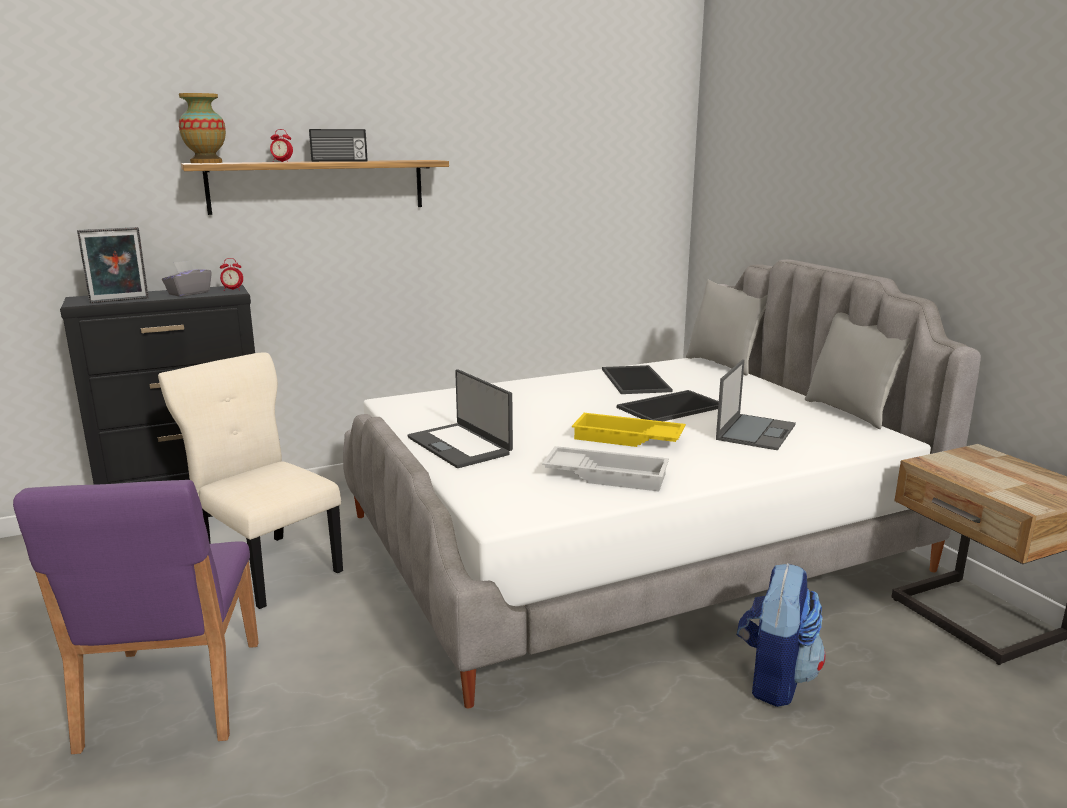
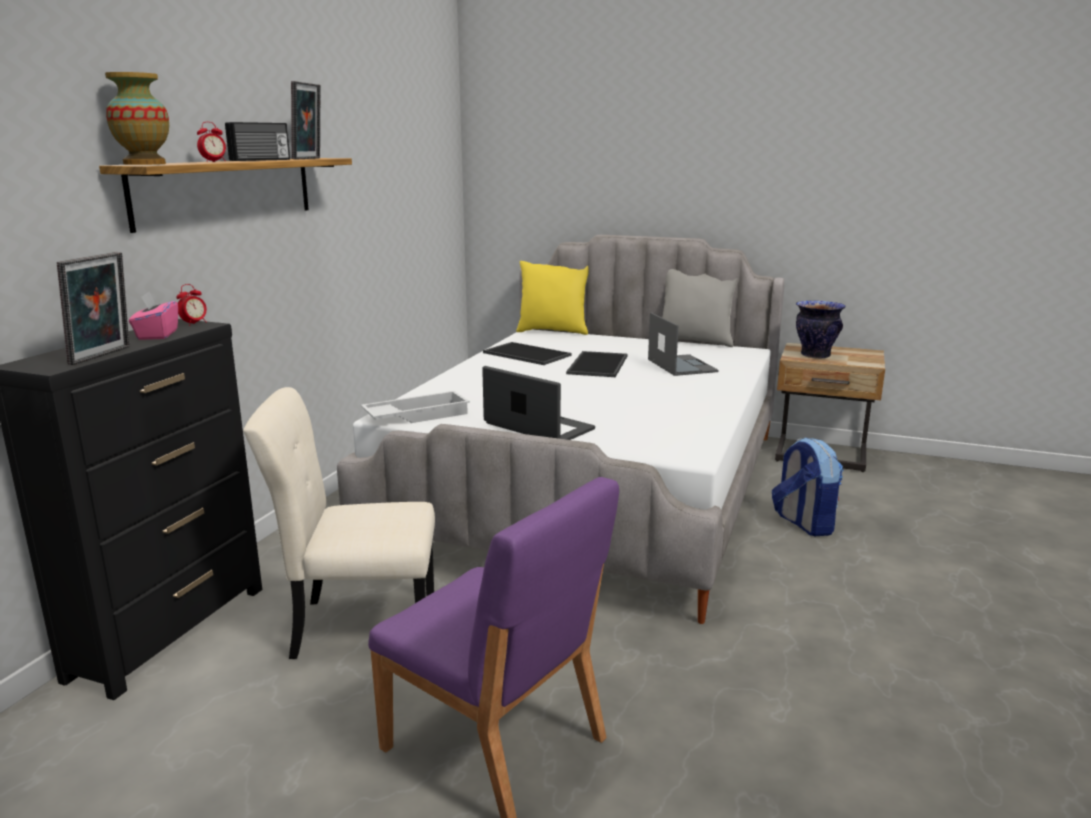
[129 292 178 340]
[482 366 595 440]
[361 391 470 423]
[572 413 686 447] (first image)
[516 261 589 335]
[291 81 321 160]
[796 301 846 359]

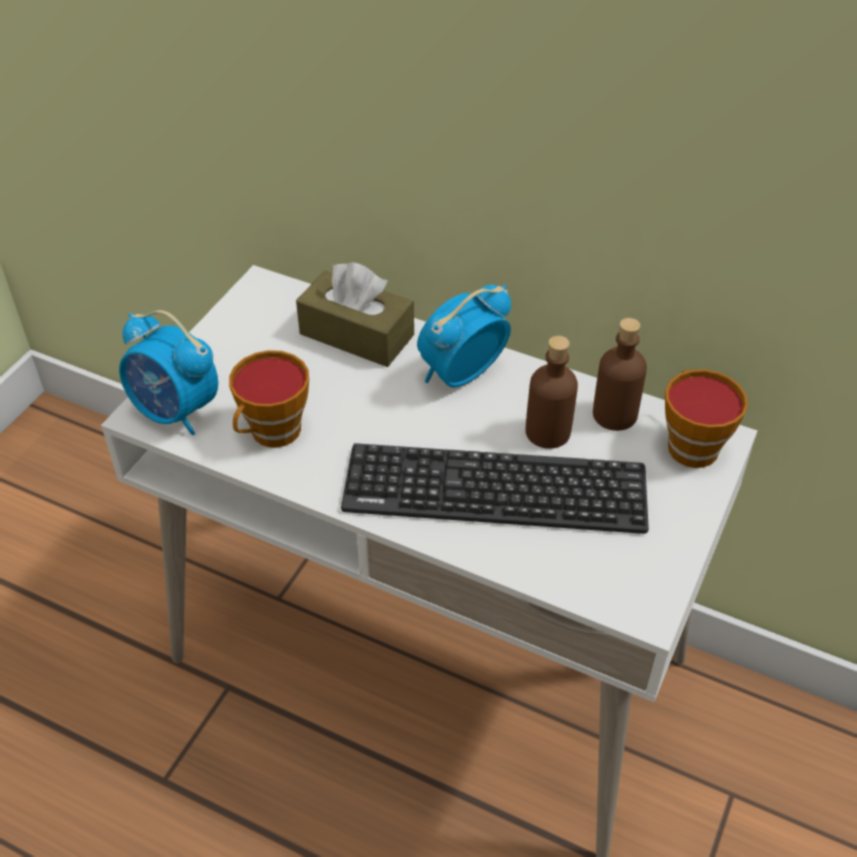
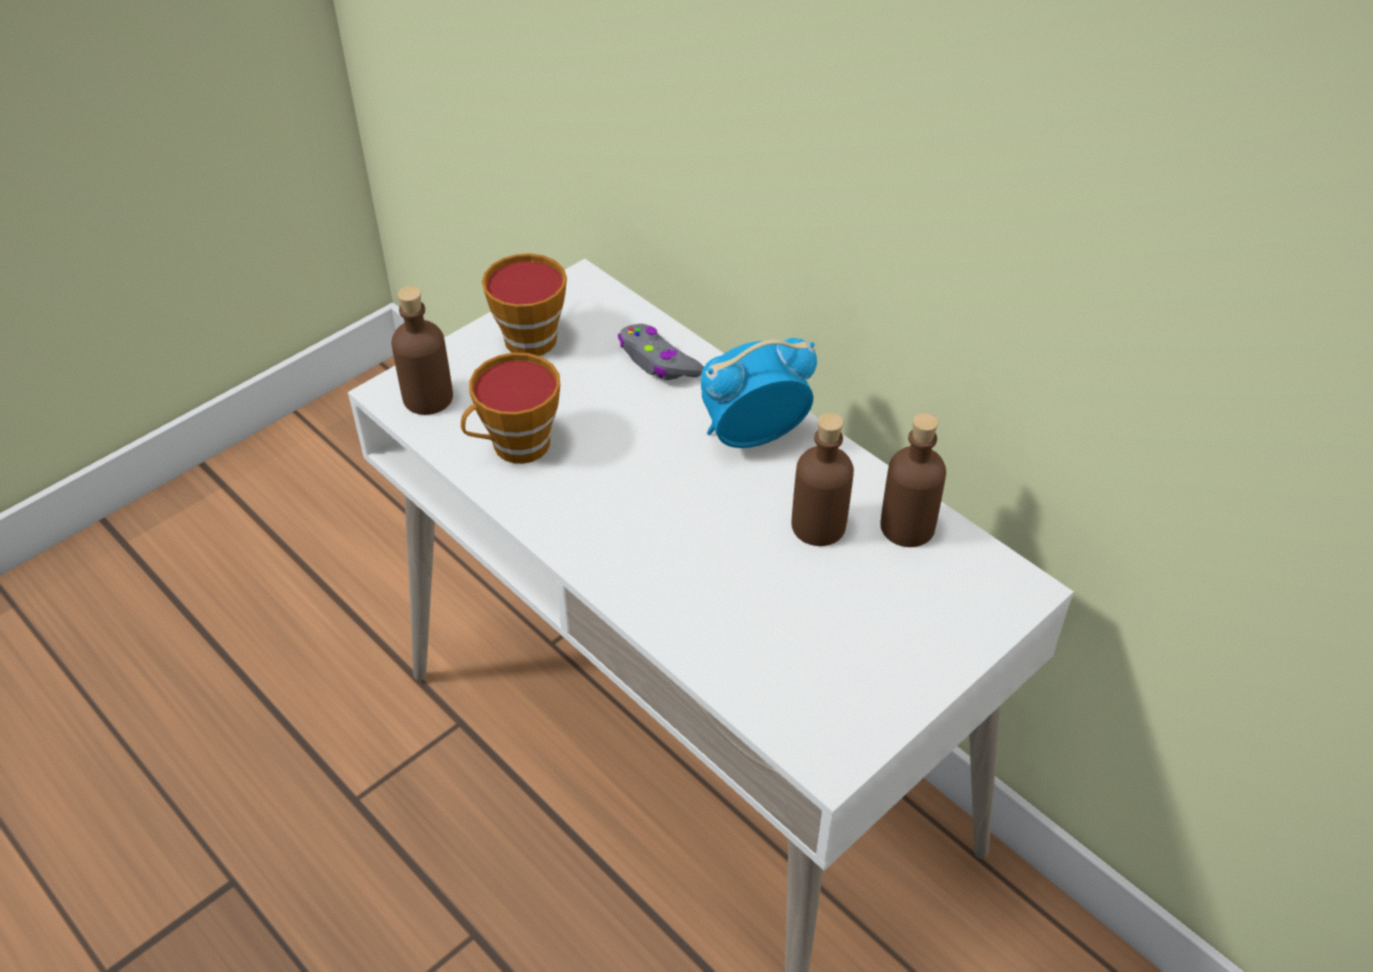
[391 286 453 415]
[618 323 704 380]
[341 443 649 534] (first image)
[482 253 567 356]

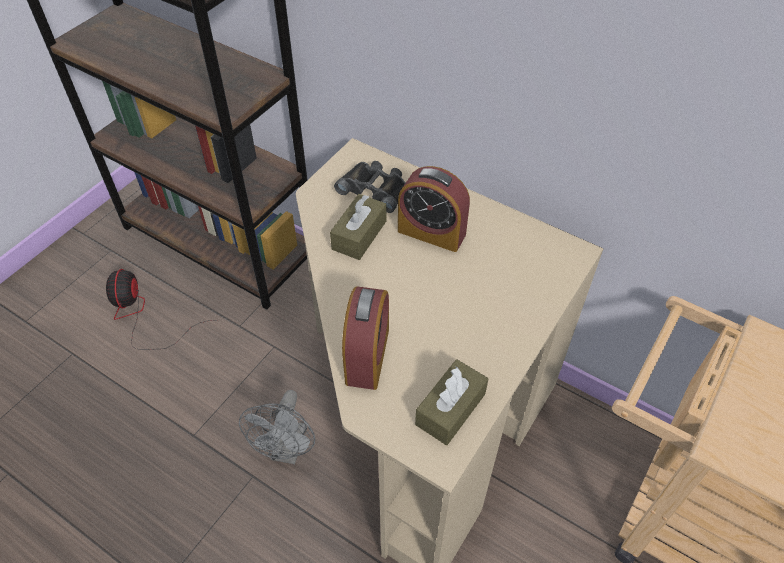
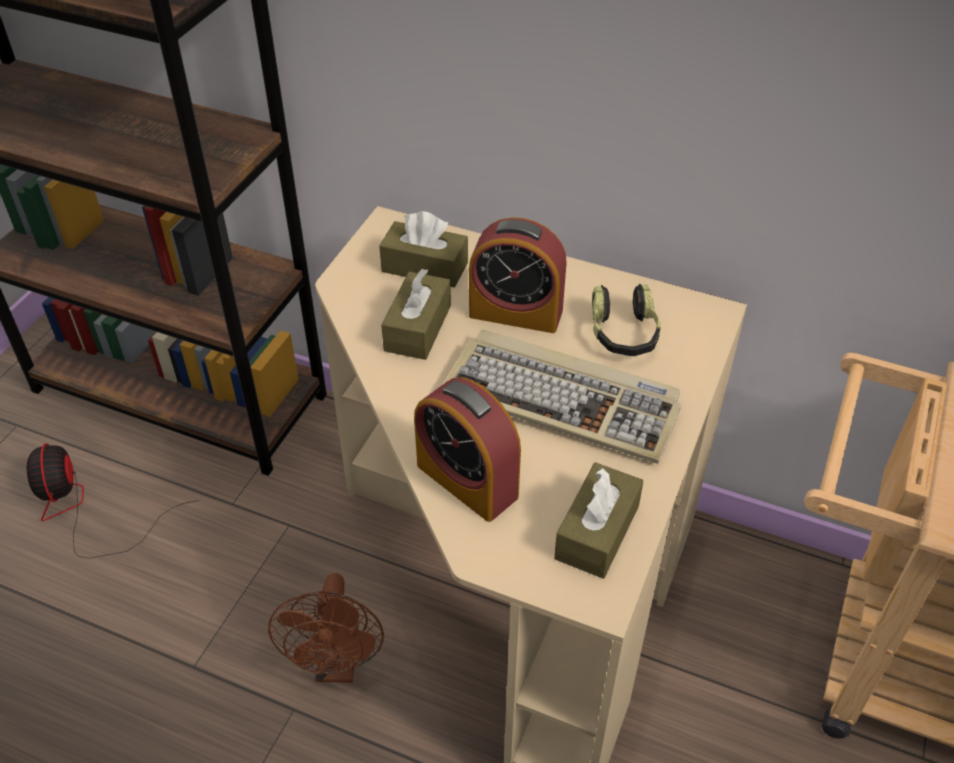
[268 573 384 683]
[379 211 468 288]
[414 377 521 522]
[442 329 681 464]
[592 284 661 356]

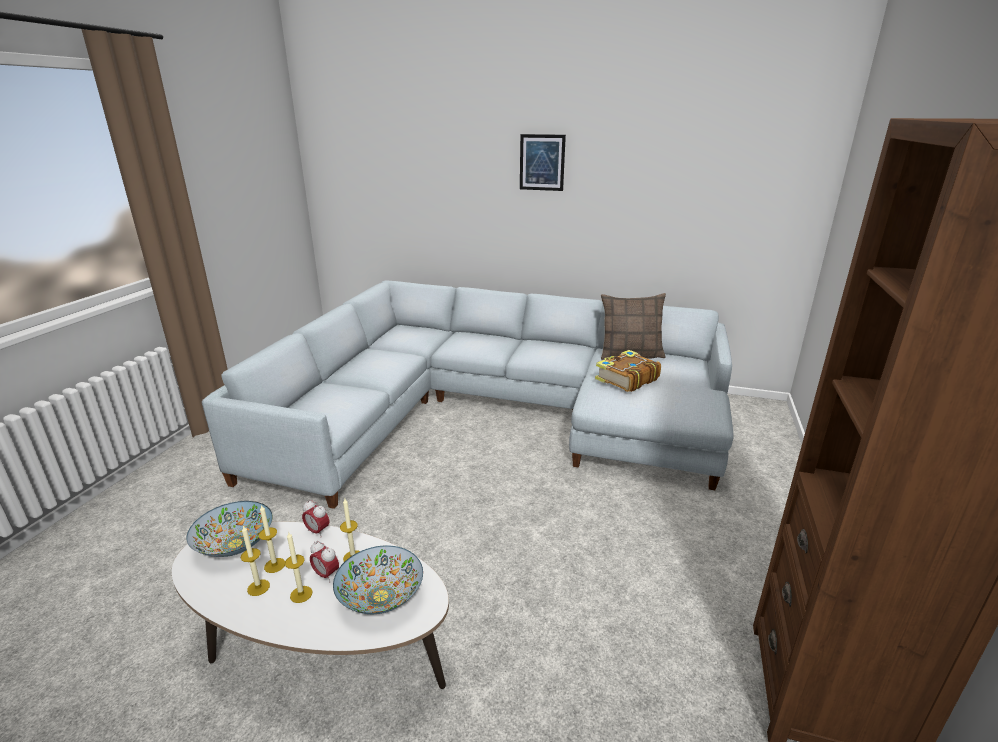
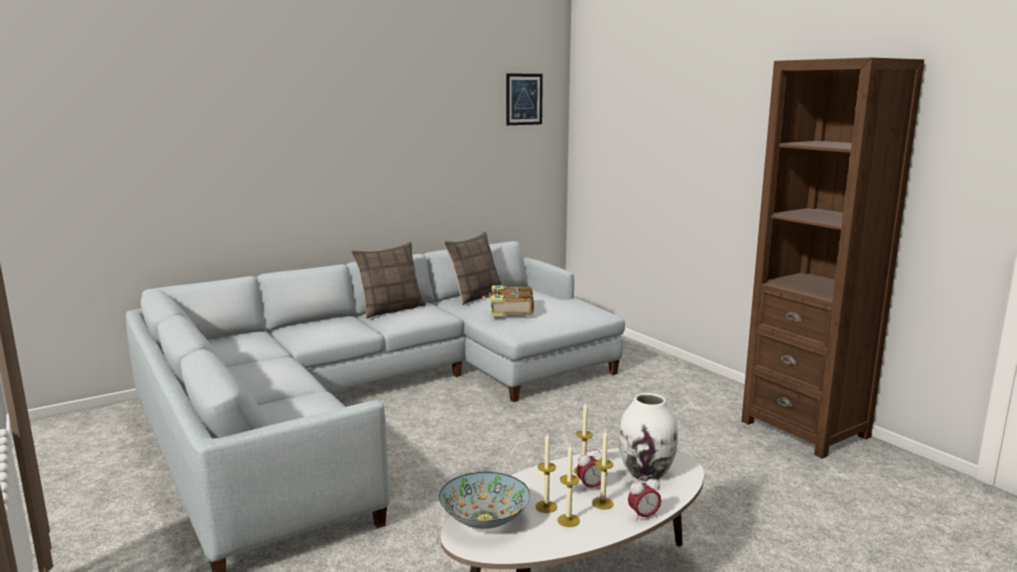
[628 475 661 521]
[619 393 678 481]
[506 73 543 125]
[351 242 426 319]

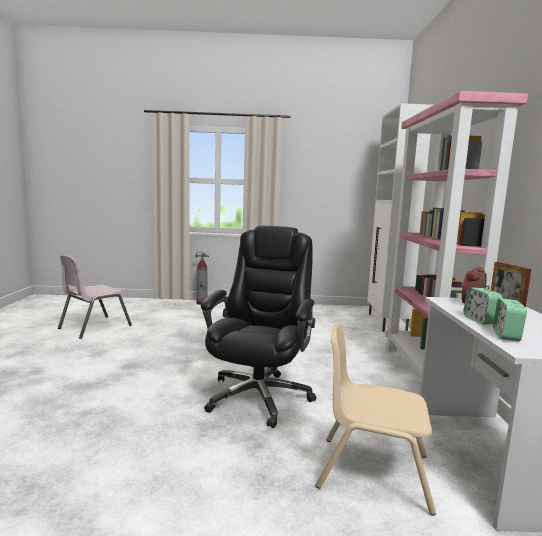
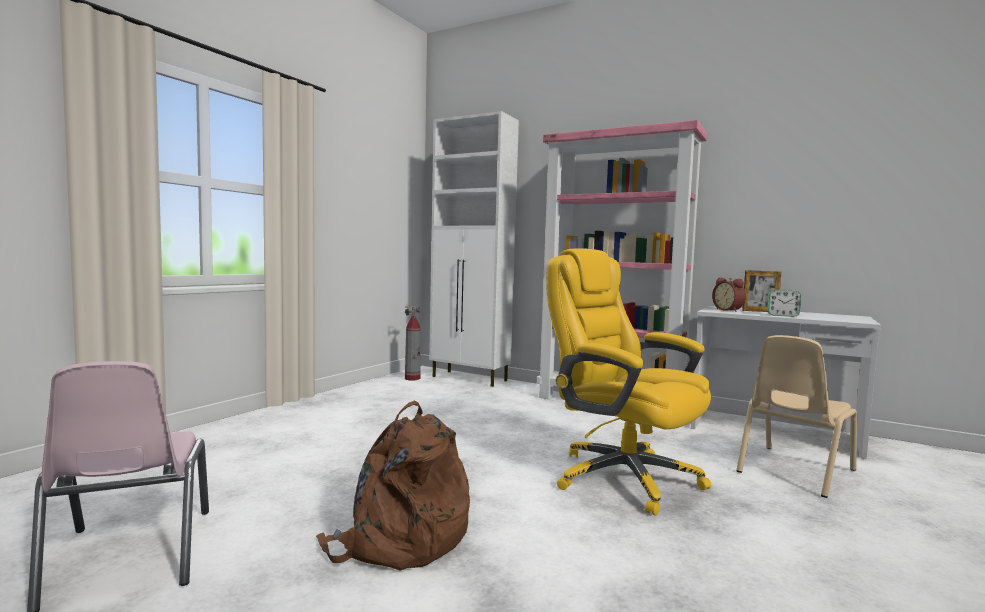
[405 306 421 381]
[546 248 712 516]
[493 298 527 341] (first image)
[316 401 470 571]

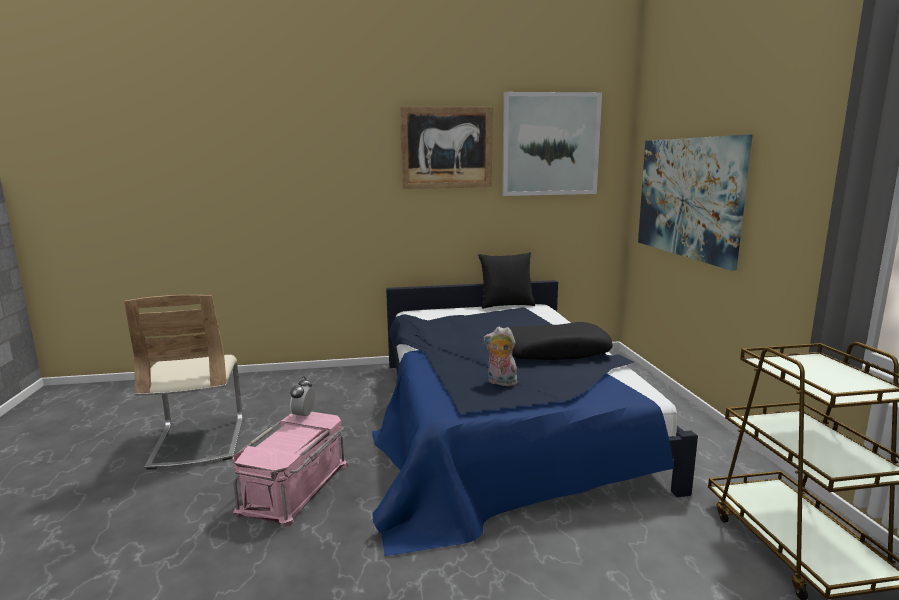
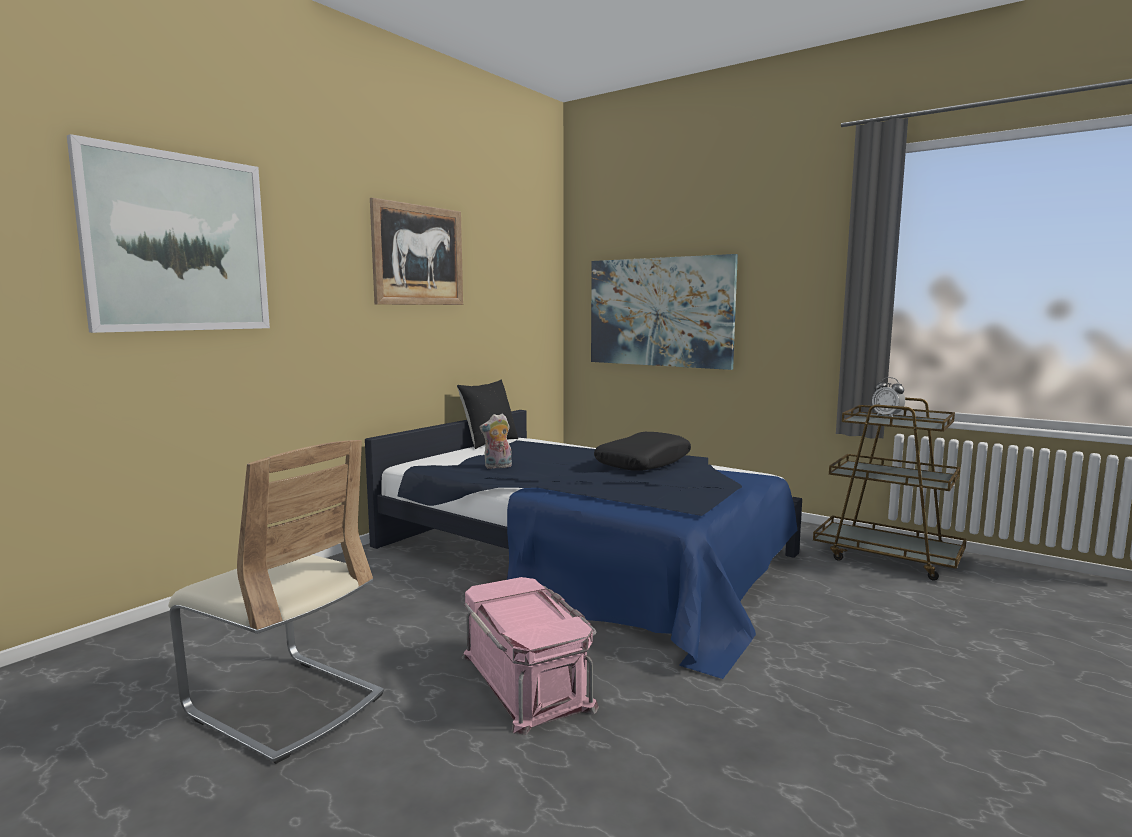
[872 377 905 417]
[480 414 512 469]
[67 134 270 333]

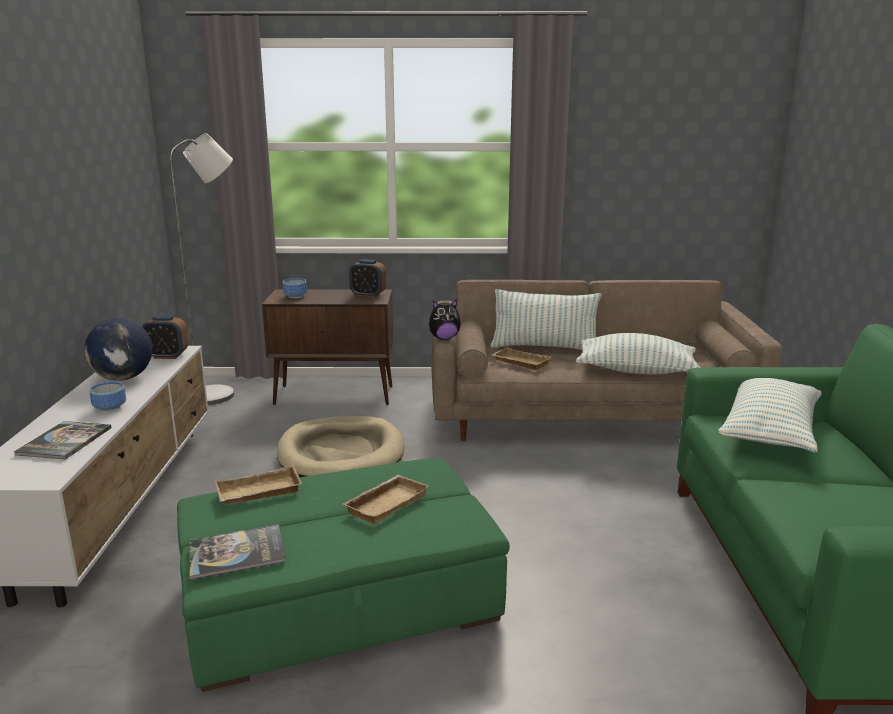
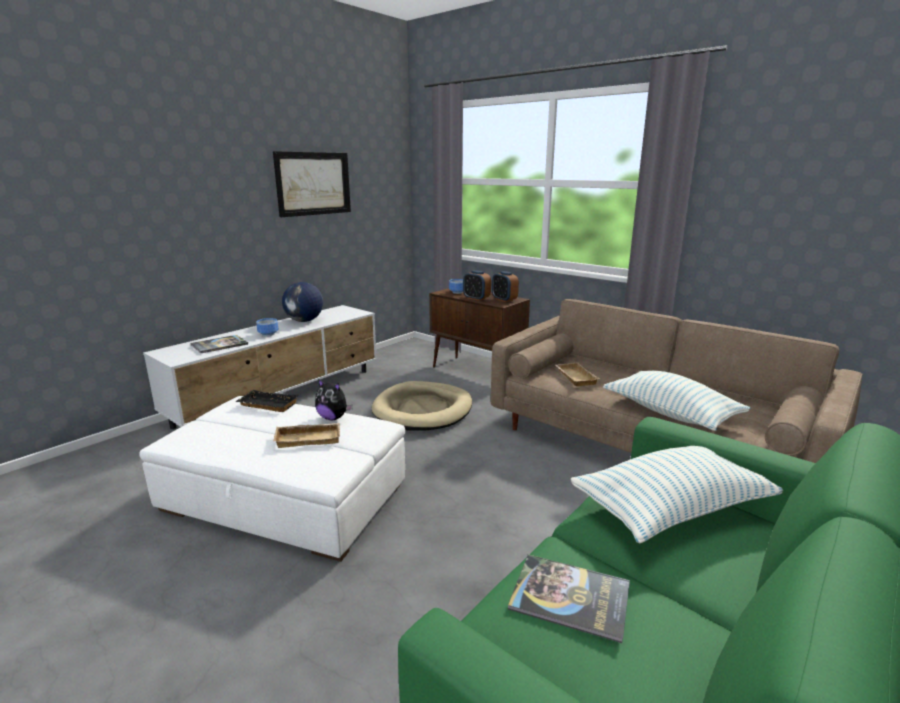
[463 270 491 301]
[170 133 234 405] (first image)
[139 396 405 562]
[508 554 630 643]
[235 390 298 412]
[315 379 353 420]
[490 289 602 350] (first image)
[273 151 351 217]

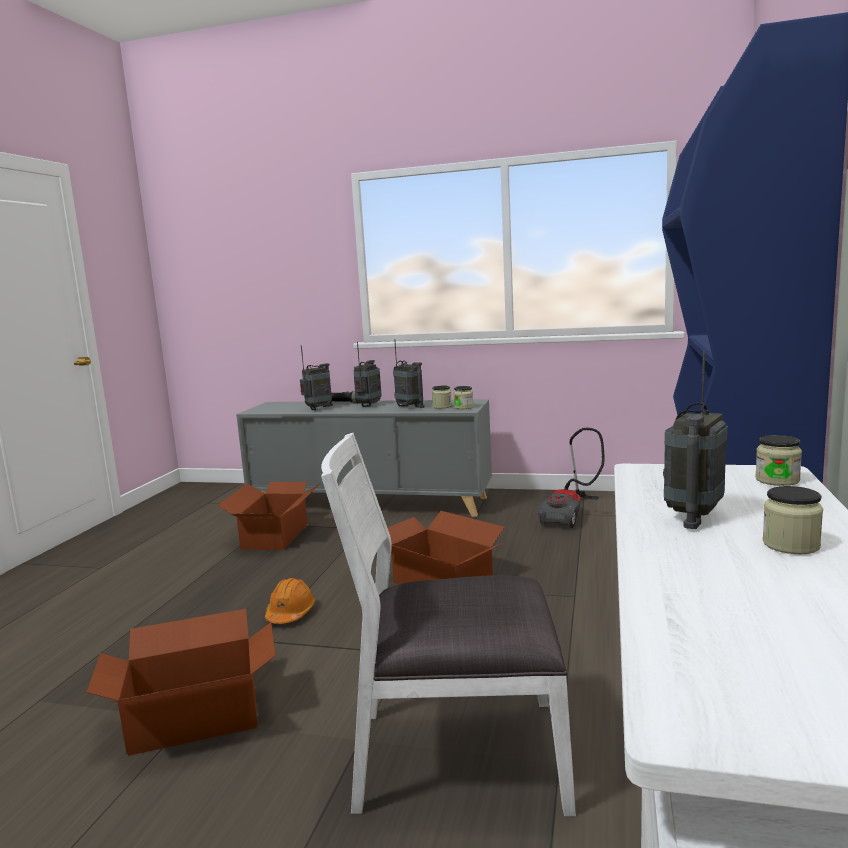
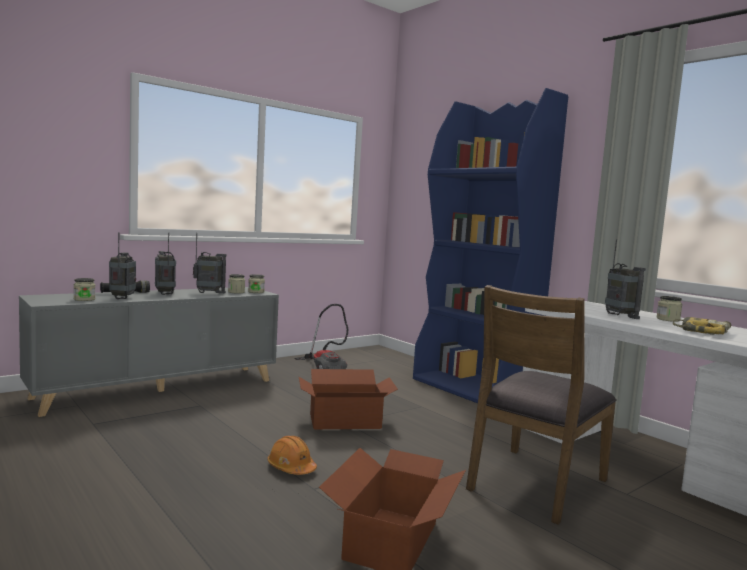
[217 482 321 550] (first image)
[466 285 617 525]
[74 278 95 301]
[673 317 731 335]

